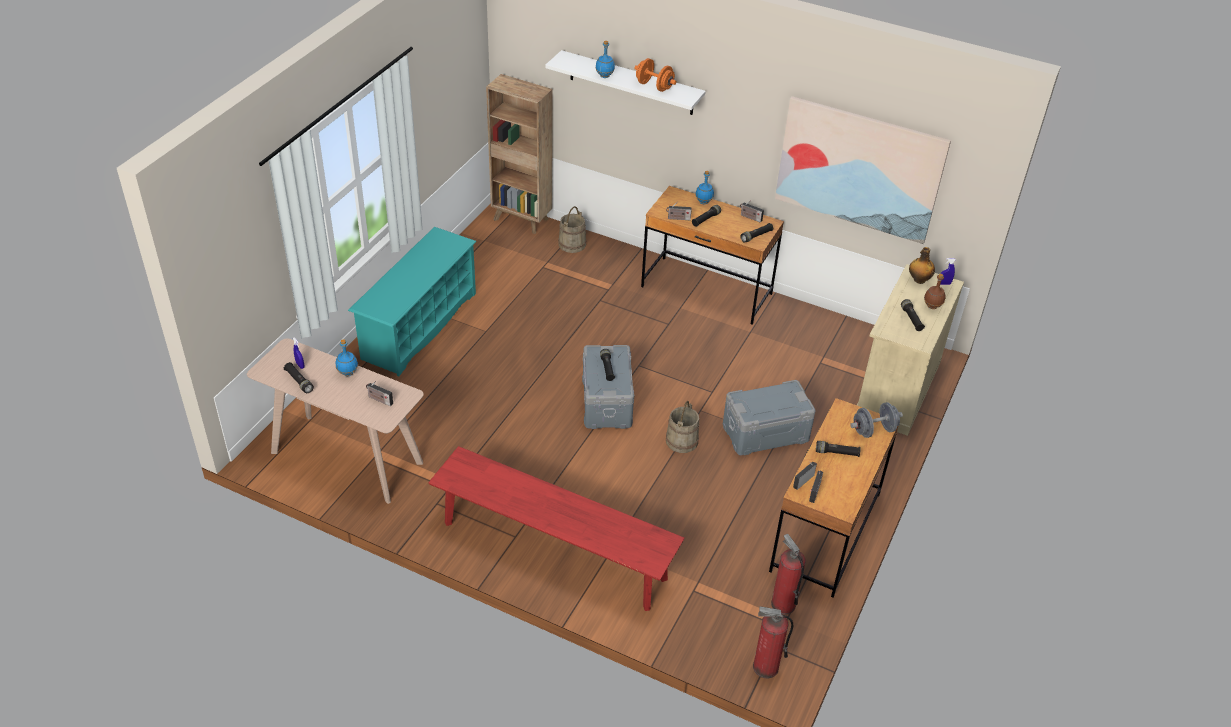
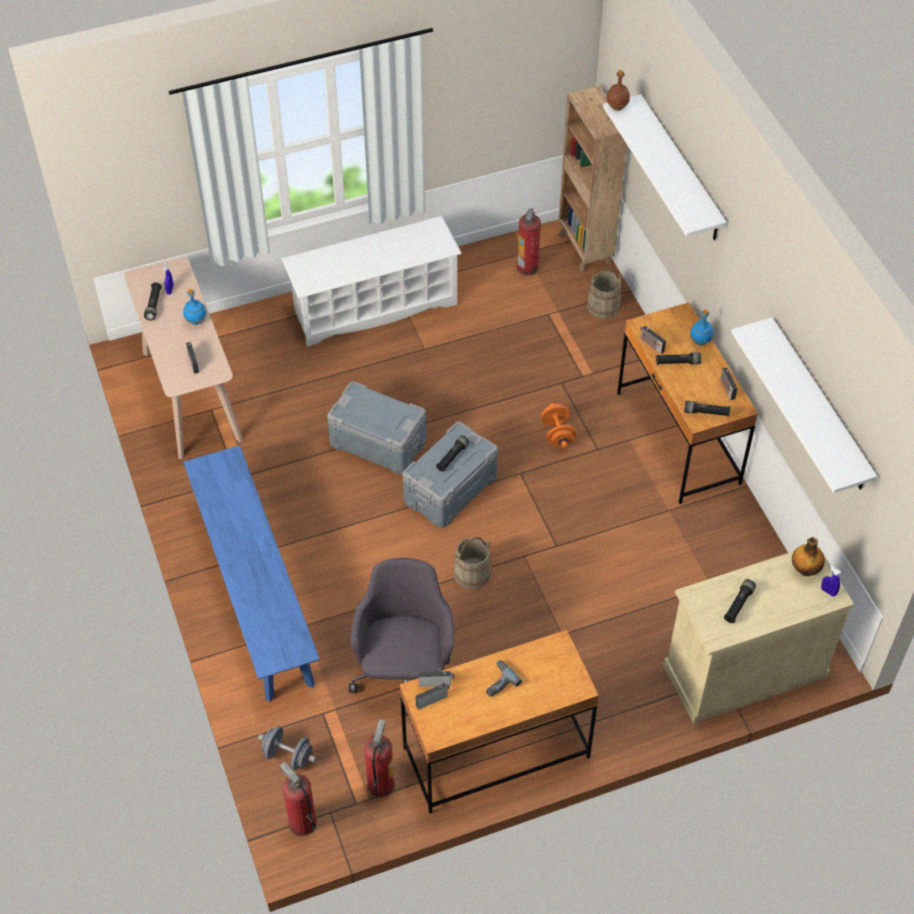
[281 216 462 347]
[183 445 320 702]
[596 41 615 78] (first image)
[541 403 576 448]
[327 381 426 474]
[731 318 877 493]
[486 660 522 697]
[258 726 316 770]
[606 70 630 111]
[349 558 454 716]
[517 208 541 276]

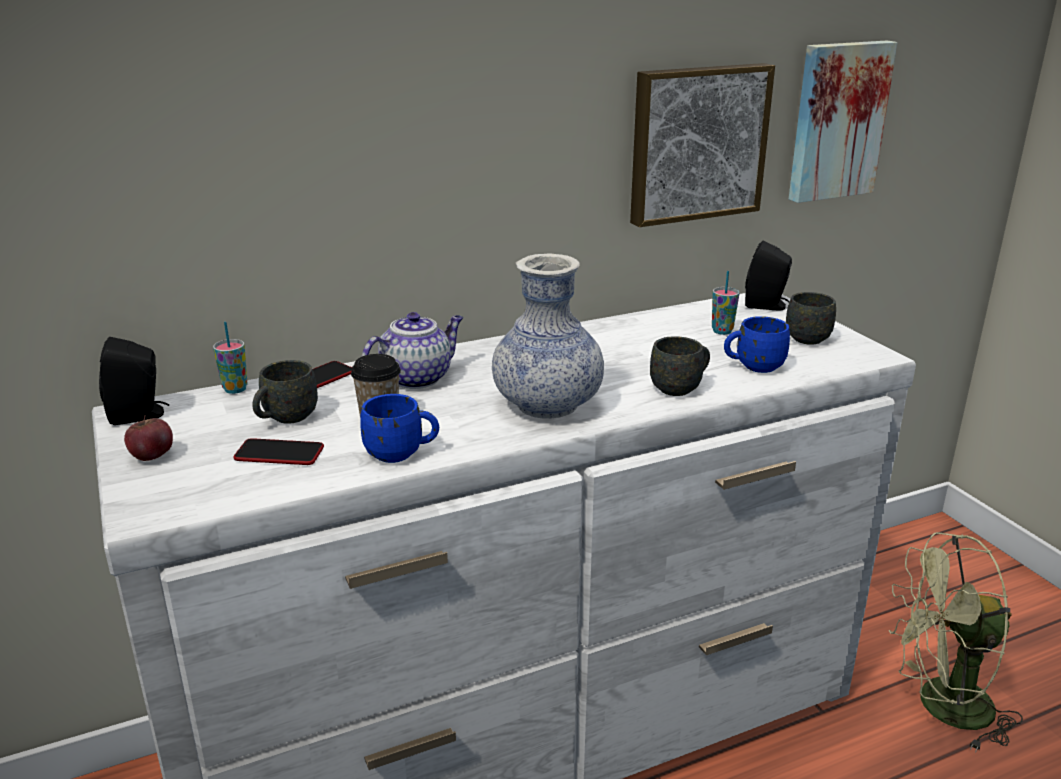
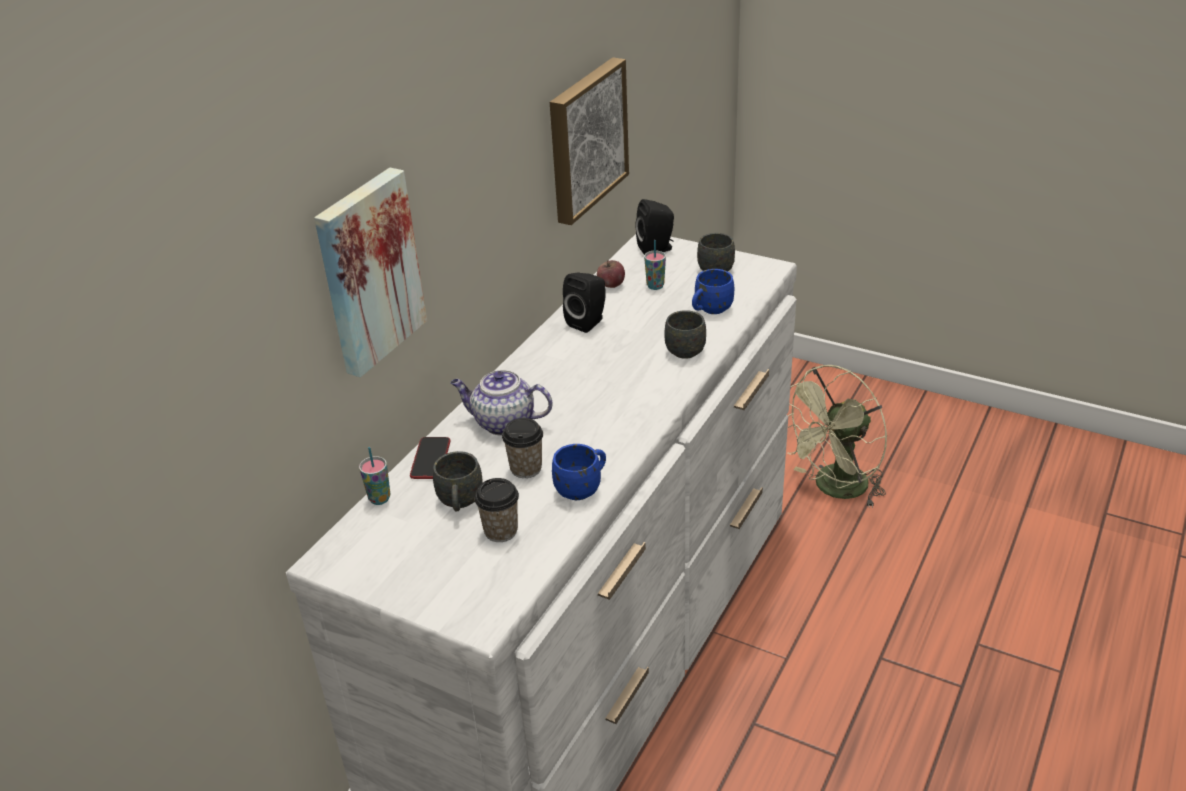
[563 272 606 333]
[597 260 625 288]
[475 478 519 542]
[451 370 553 436]
[492 253 604 419] (first image)
[314 168 427 377]

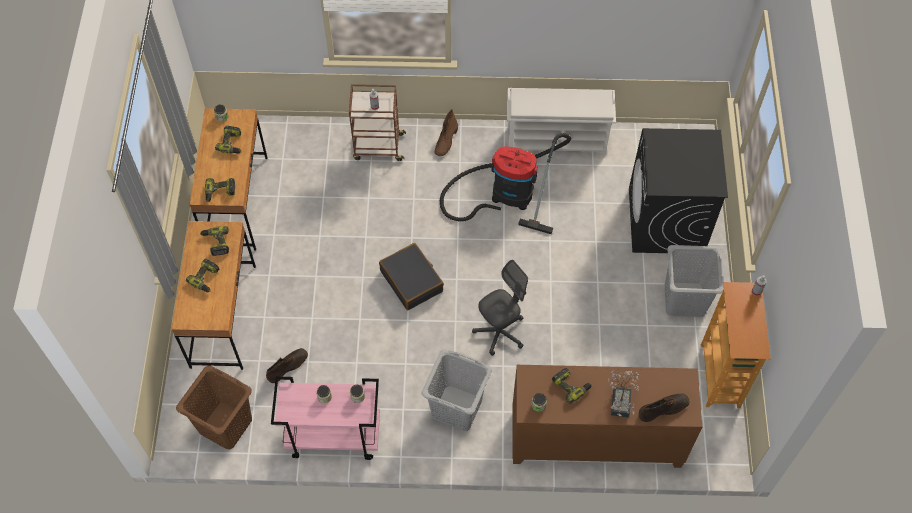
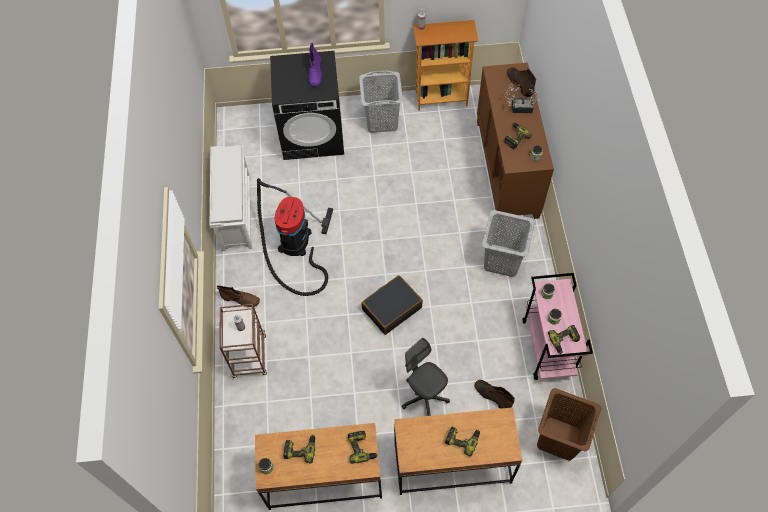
[548 325 580 354]
[402 338 450 416]
[309 43 323 86]

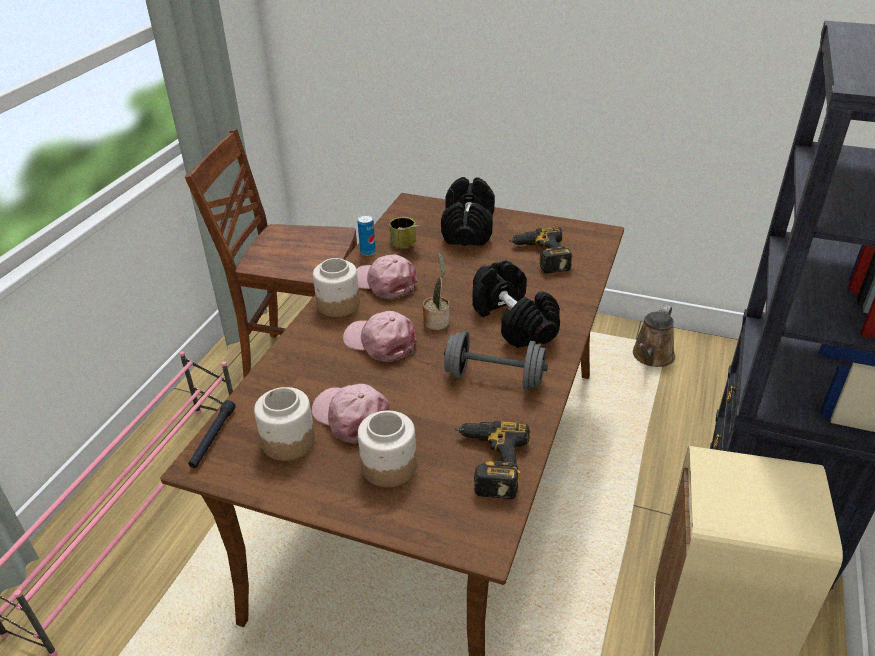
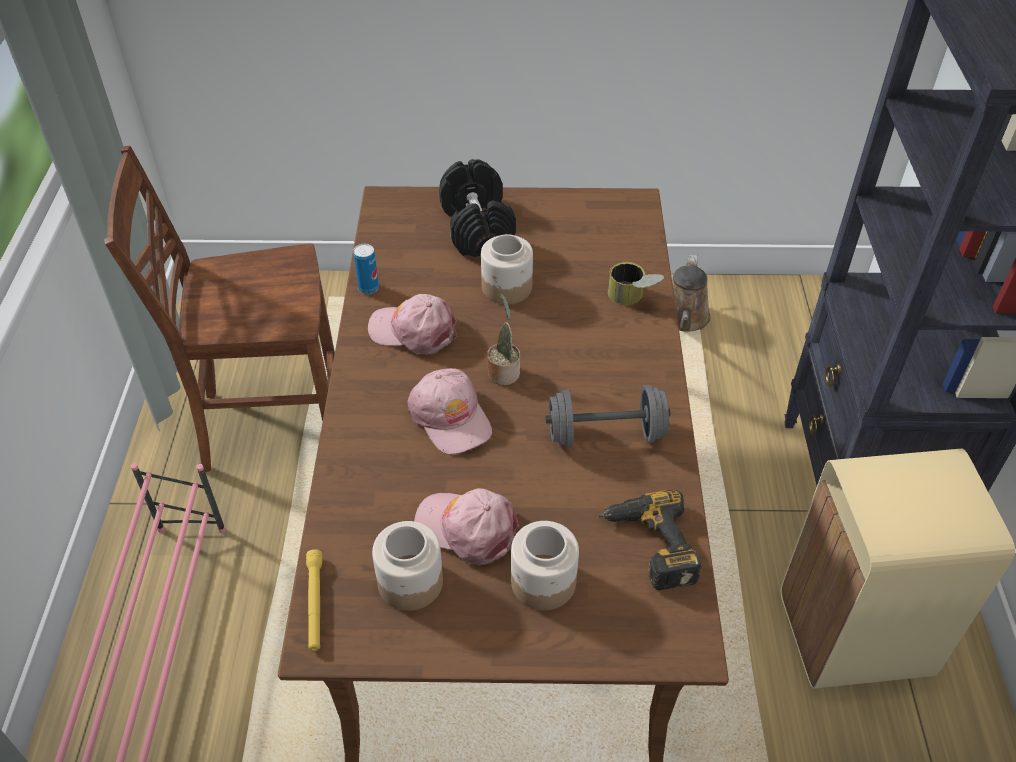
[306 549 322 651]
[481 234 533 304]
[407 368 492 455]
[608 262 664 305]
[472 260 560 348] (first image)
[509 227 572 273] (first image)

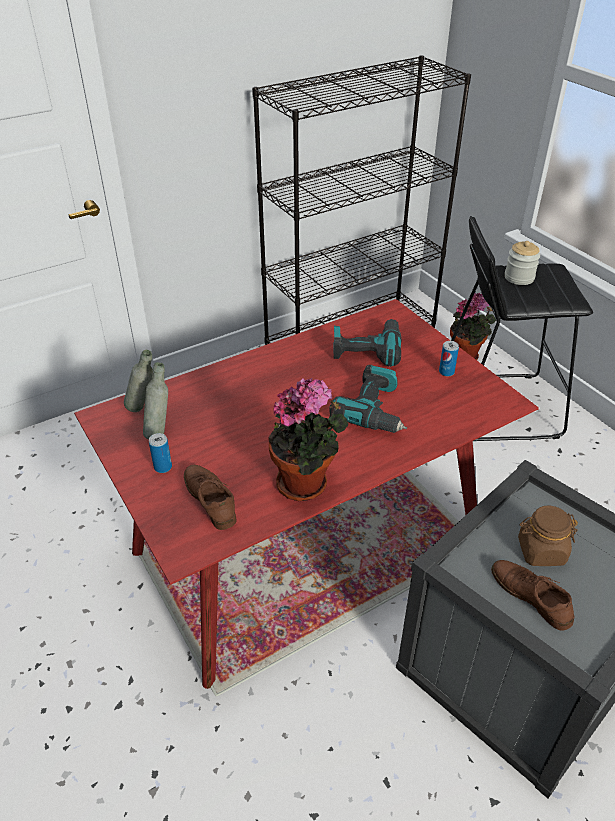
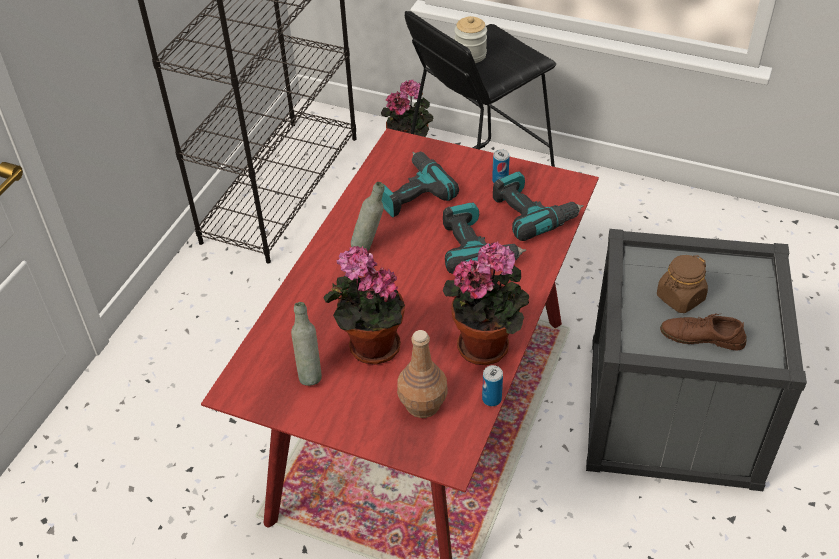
[351 182 384 251]
[482 365 503 406]
[397 330 448 418]
[323 246 405 365]
[493 171 584 241]

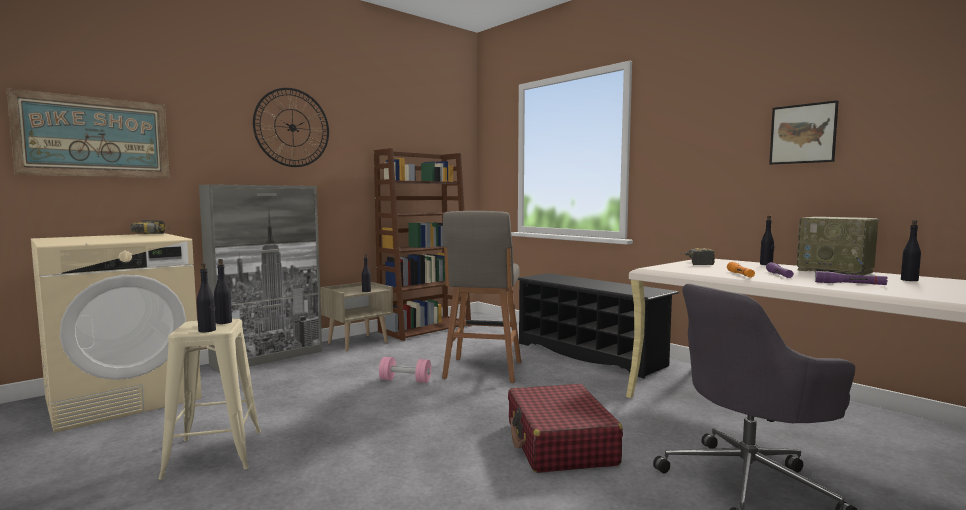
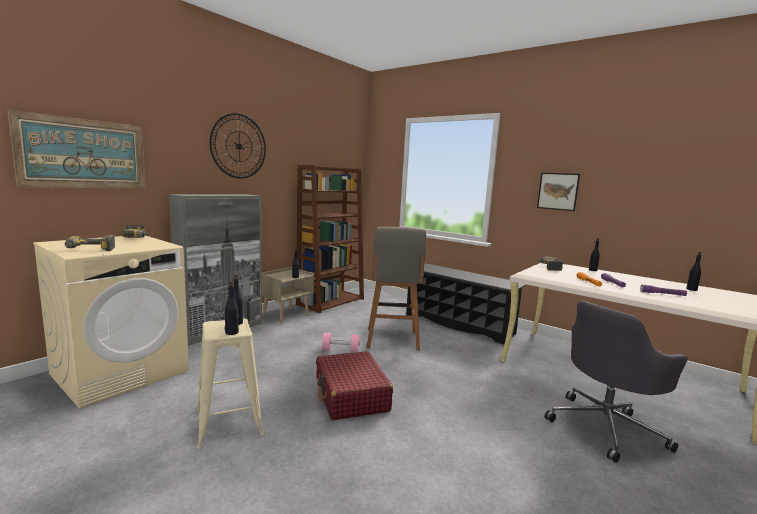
[316 351 393 420]
[537 173 580 211]
[797 217 879 275] (first image)
[65 235 115 251]

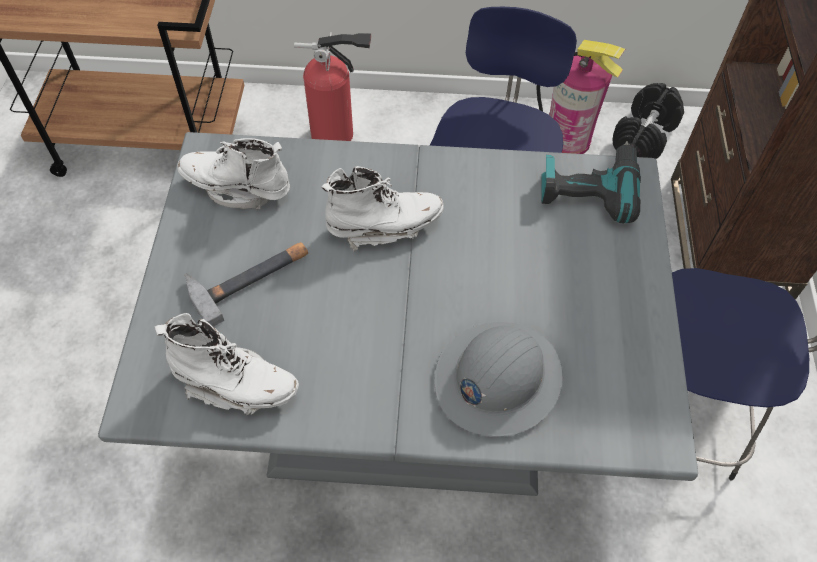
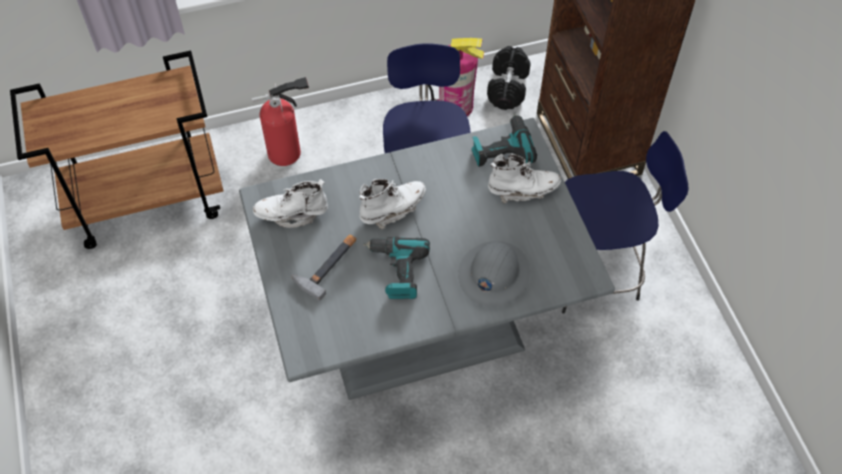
[488 154 561 204]
[363 237 430 299]

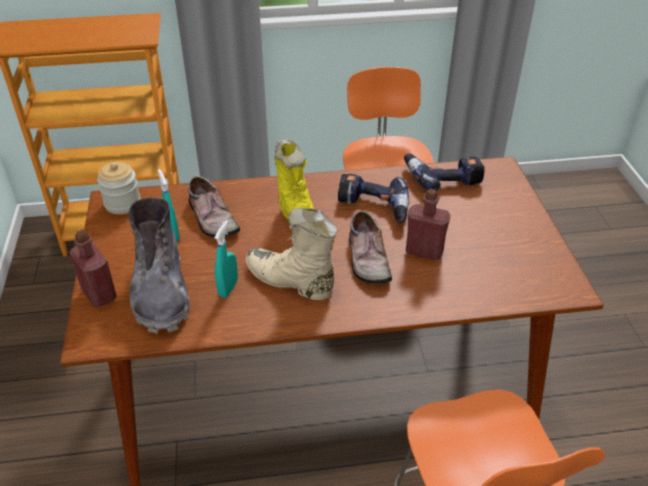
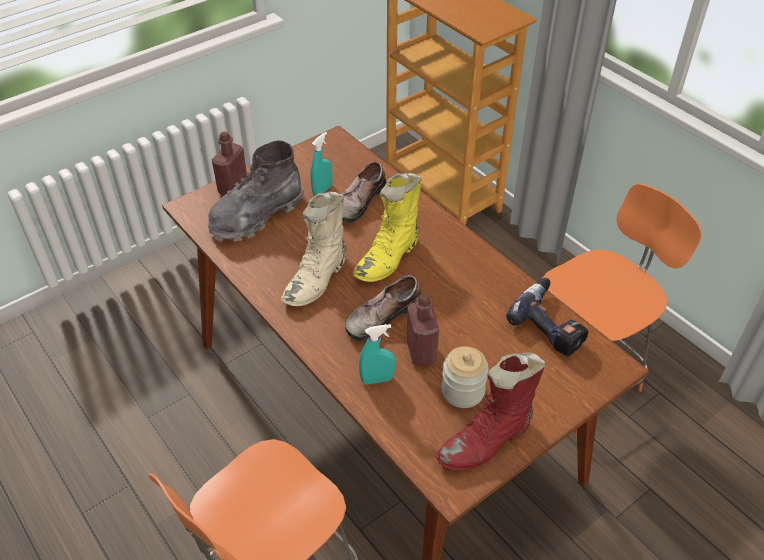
[441 346 489 408]
[359 324 396 385]
[281 191 346 306]
[338 174 409 223] (first image)
[435 352 546 471]

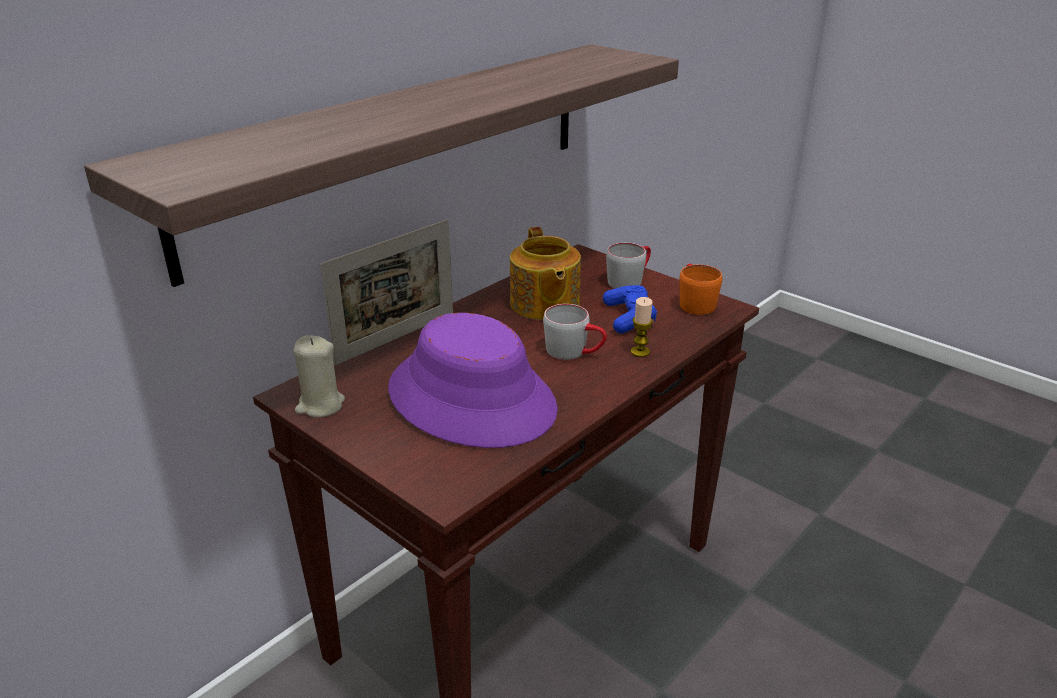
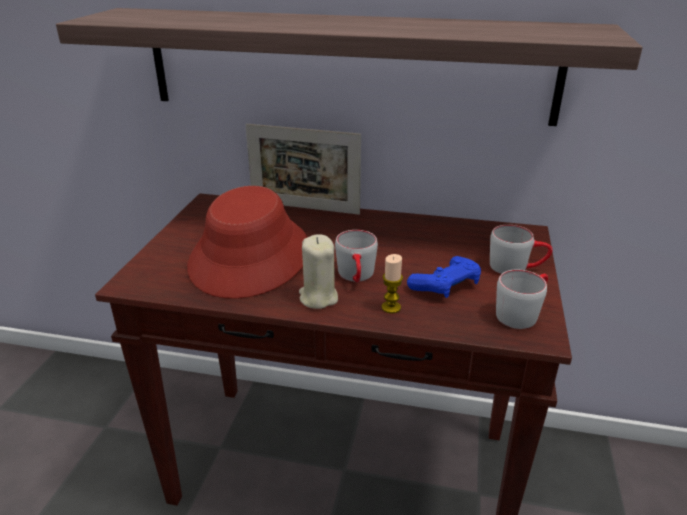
[299 234 338 309]
[187 186 308 299]
[510 227 581 320] (first image)
[496 270 548 329]

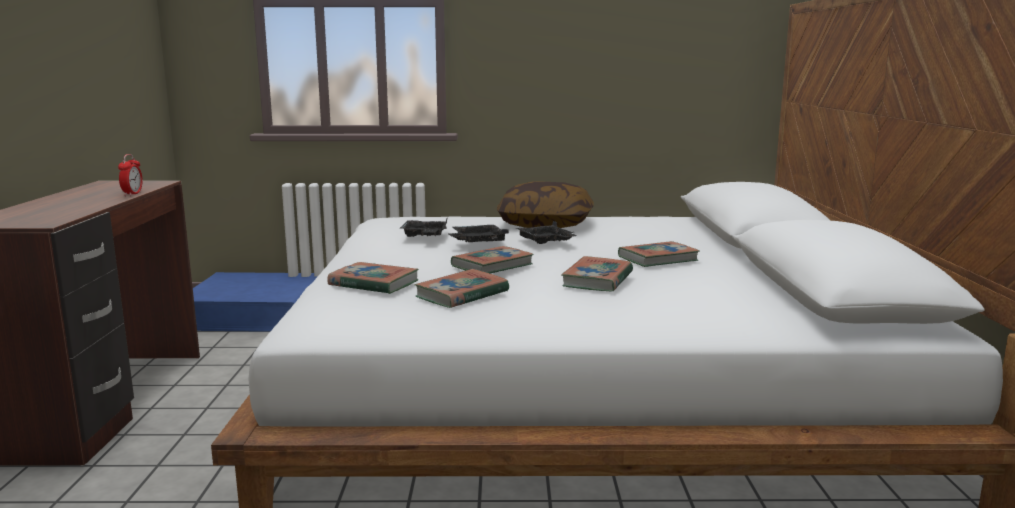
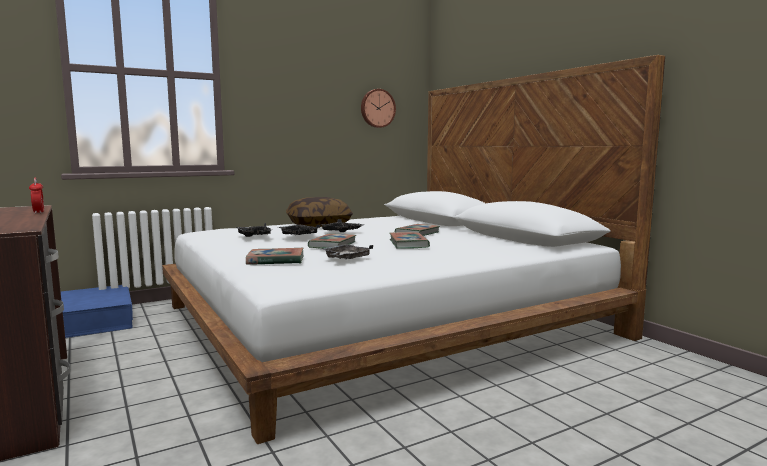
[322 244 373 259]
[361 89 396 128]

